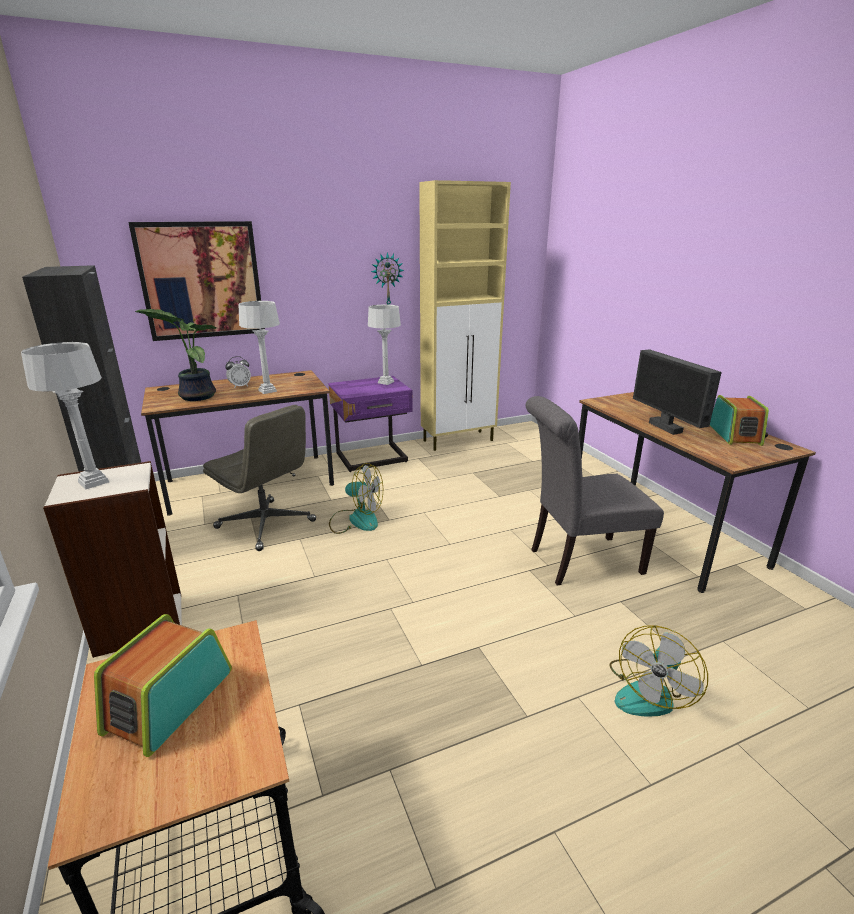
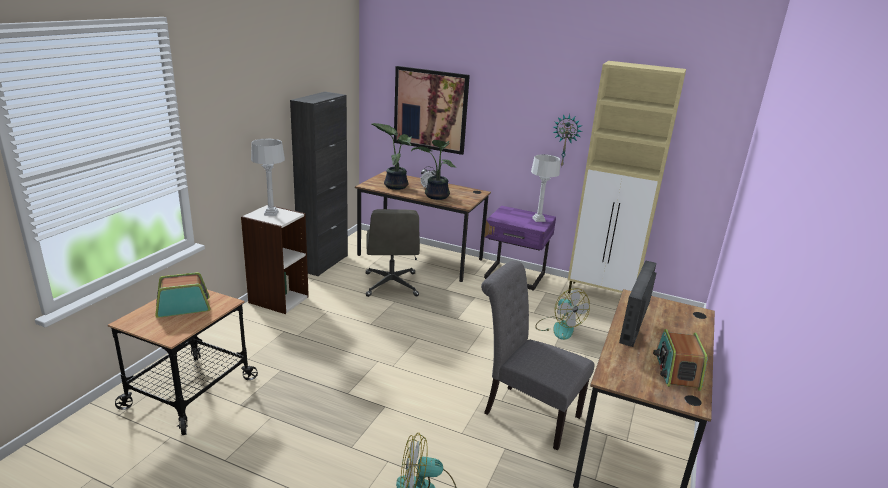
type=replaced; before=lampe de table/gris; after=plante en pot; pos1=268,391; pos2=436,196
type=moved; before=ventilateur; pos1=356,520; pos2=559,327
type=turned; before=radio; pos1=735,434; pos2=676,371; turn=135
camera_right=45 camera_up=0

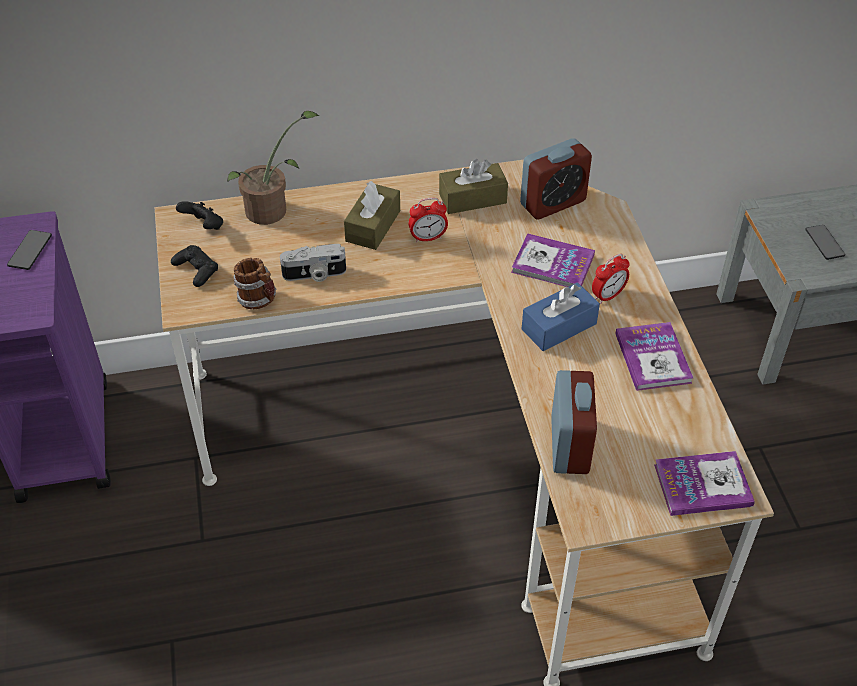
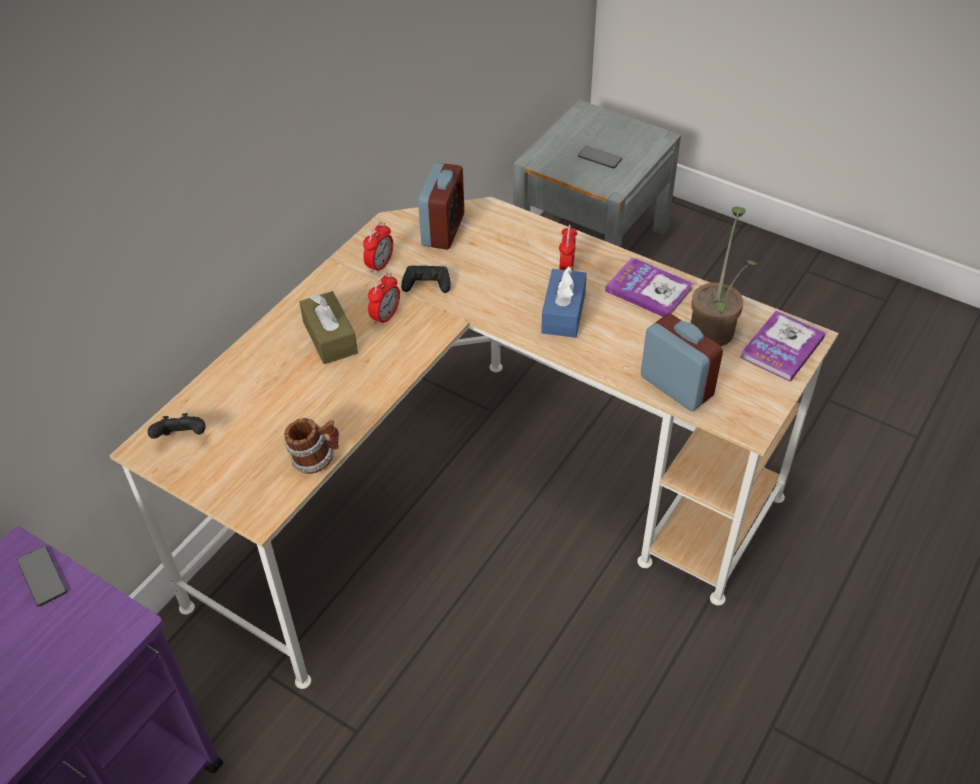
type=replaced; before=boîte à mouchoirs/marron; after=réveil; pos1=472,198; pos2=380,265
type=moved; before=manette/noir; pos1=196,270; pos2=426,284
type=moved; before=plante en pot; pos1=272,210; pos2=715,326
type=removed; before=appareil photo; pos1=314,275
type=removed; before=livre; pos1=552,264
camera_right=-45 camera_up=0

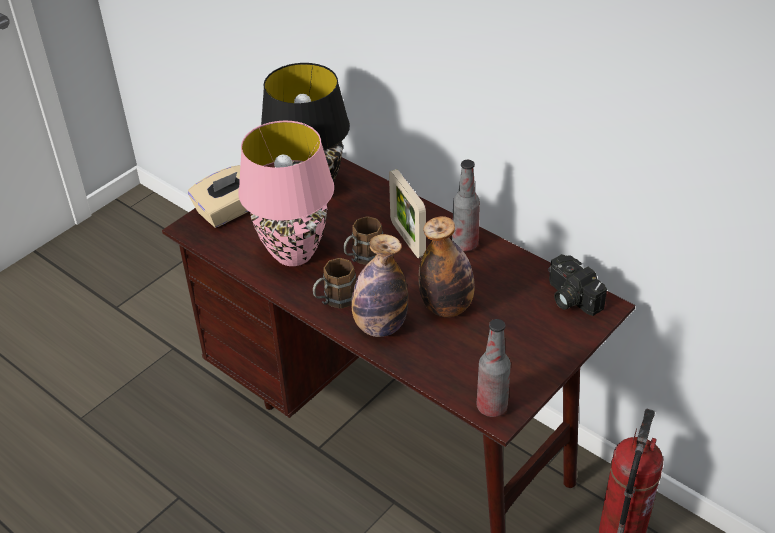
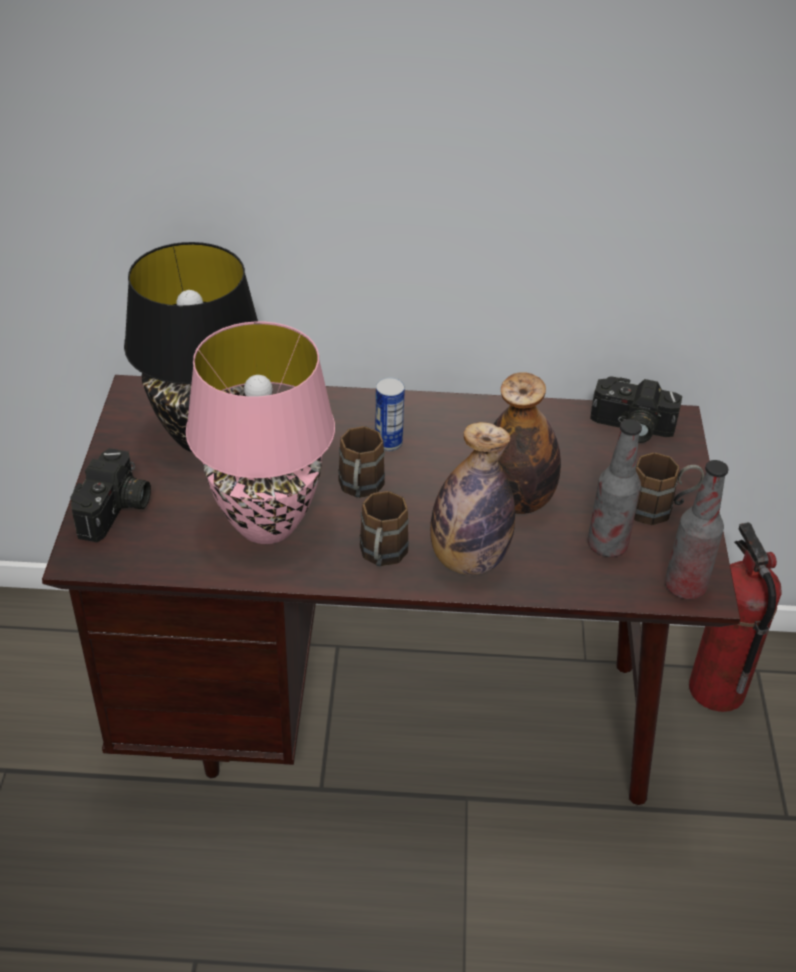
type=replaced; before=boîte à mouchoirs/beige; after=appareil photo; pos1=228,211; pos2=116,511
type=replaced; before=cadre photo; after=boîte métallique; pos1=407,239; pos2=388,443
type=moved; before=bouteille; pos1=465,244; pos2=607,545
type=added; after=mug/marron; pos2=660,508
camera_right=-40 camera_up=0

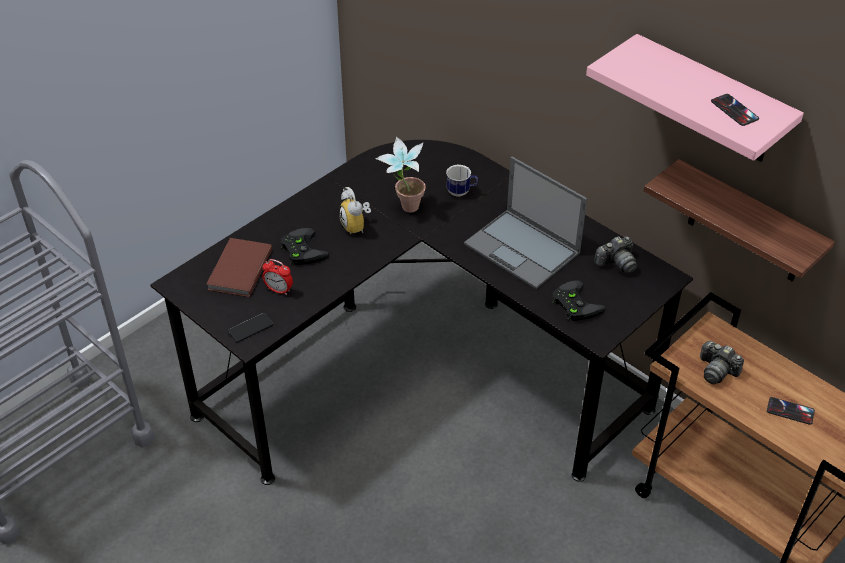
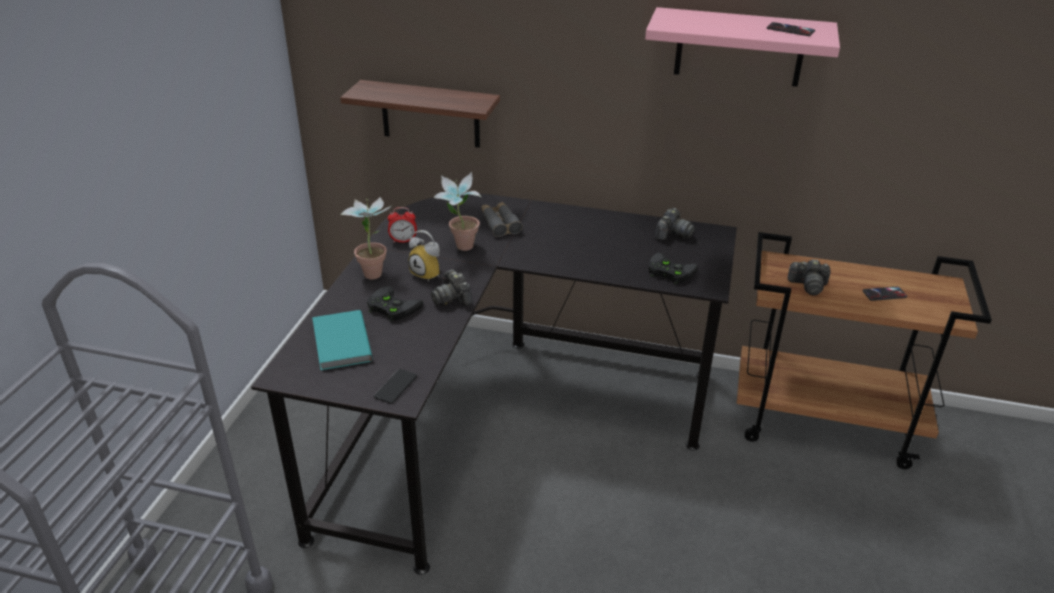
type=recoloured; before=livre/marron; after=livre/turquoise; pos1=238,270; pos2=340,343
type=moved; before=étagère; pos1=746,225; pos2=430,114
type=added; after=plante en pot; pos2=374,270
type=moved; before=réveil; pos1=279,290; pos2=403,241
type=added; after=appareil photo; pos2=452,298
type=replaced; before=mug; after=jumelles/gris; pos1=461,192; pos2=500,223
type=removed; before=ordinateur portable; pos1=523,249
camera_right=-30 camera_up=-10

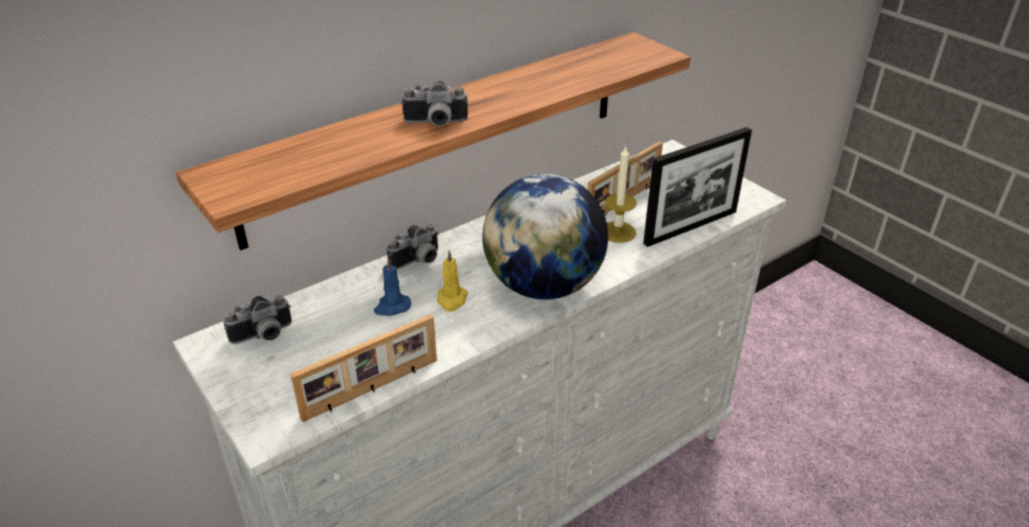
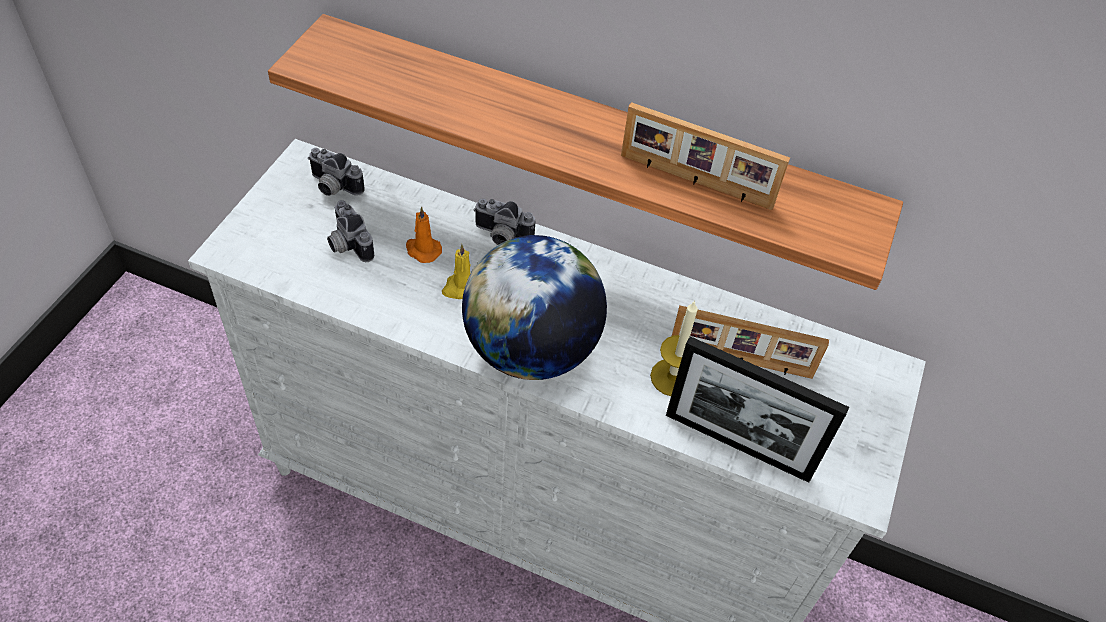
type=moved; before=appareil photo; pos1=435,123; pos2=346,244
type=recoloured; before=bougie/bleu; after=bougie/orange; pos1=392,307; pos2=422,250
type=moved; before=cadre photo; pos1=372,389; pos2=695,182
camera_right=55 camera_up=15

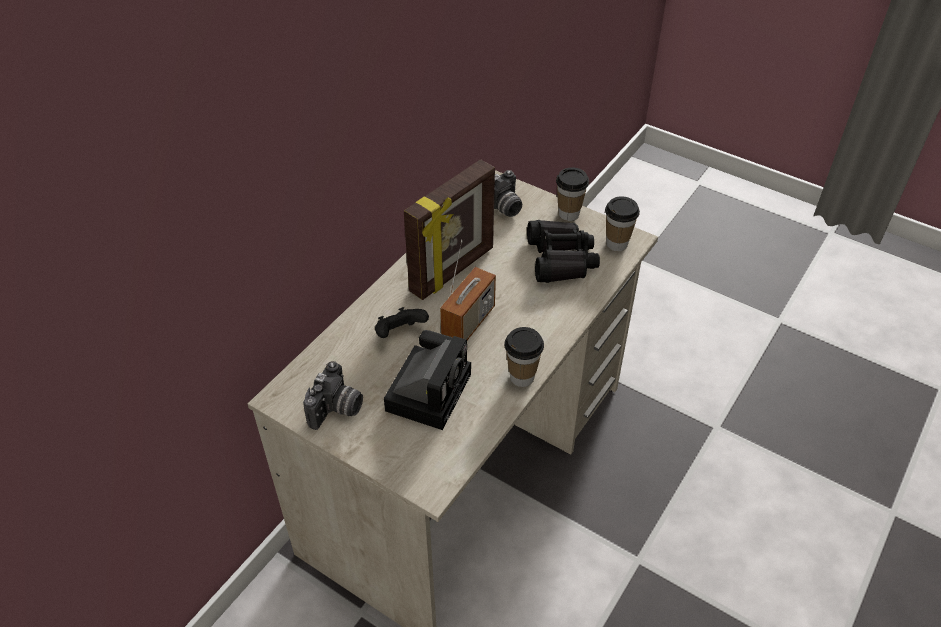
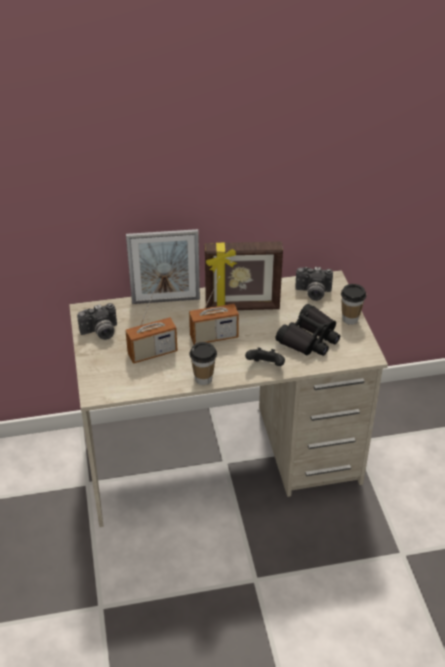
type=replaced; before=appareil photo; after=radio; pos1=429,389; pos2=152,353
type=added; after=cadre photo; pos2=166,300
type=moved; before=manette/noir; pos1=400,334; pos2=266,366
type=removed; before=tasse; pos1=617,244
camera_right=45 camera_up=-5

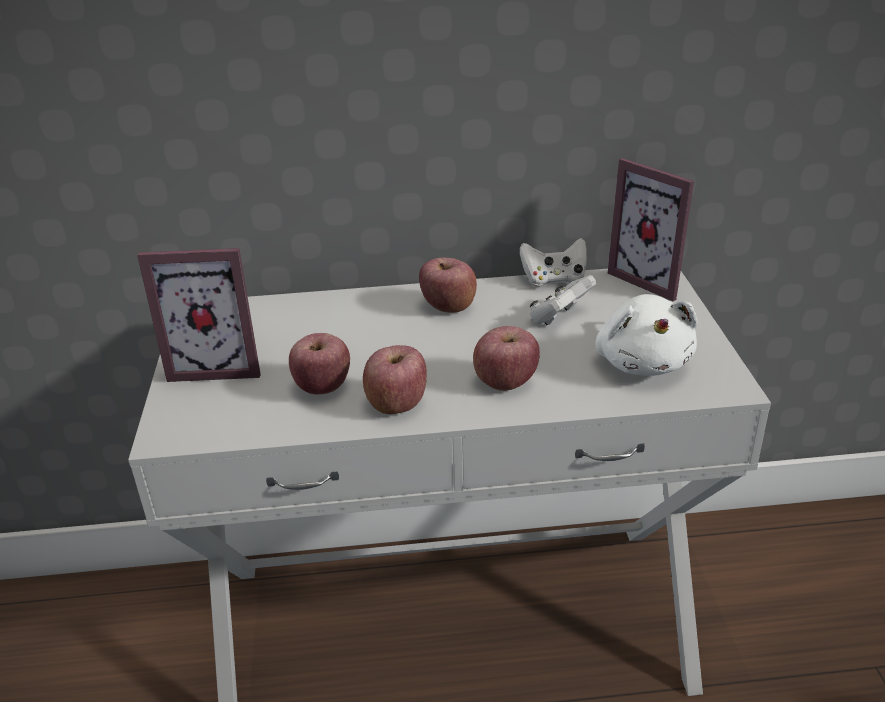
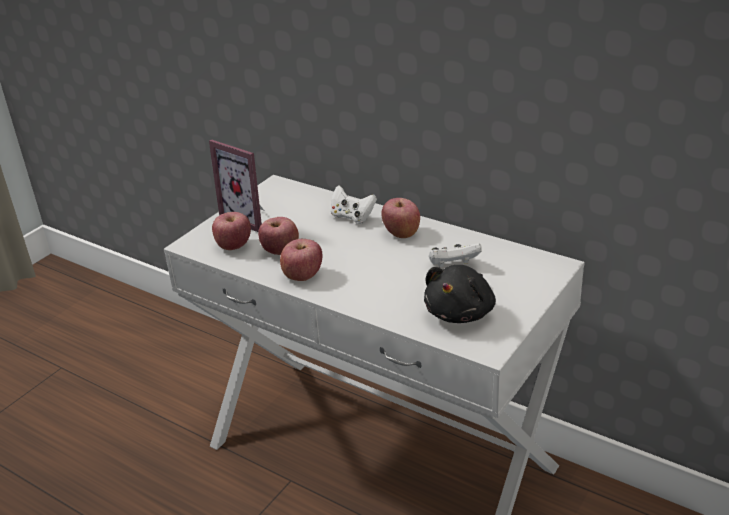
type=moved; before=pomme; pos1=505,382; pos2=234,246
type=moved; before=manette/blanc; pos1=554,279; pos2=352,217
type=recoloured; before=peluche/blanc; after=peluche/noir; pos1=642,362; pos2=461,312
type=removed; before=cadre photo; pos1=654,279
camera_right=40 camera_up=0

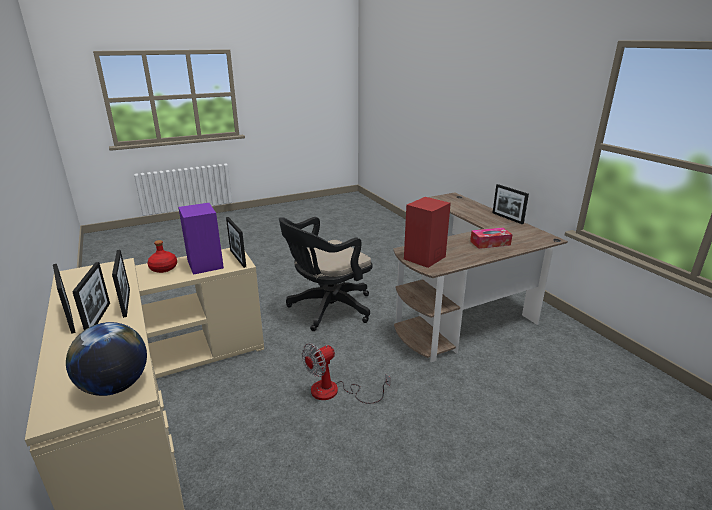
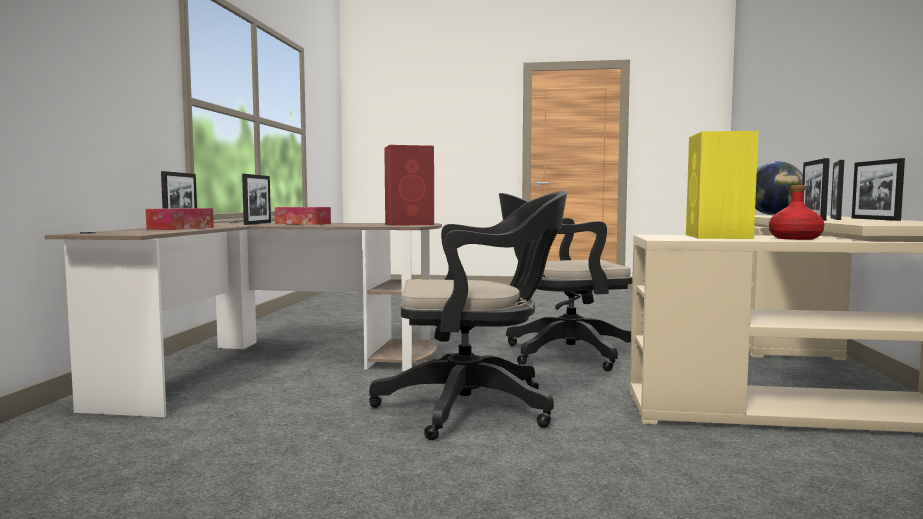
type=added; after=boîte à mouchoirs; pos2=181,228
type=moved; before=cadre photo; pos1=238,258; pos2=258,223
type=replaced; before=ventilateur; after=chaise de bureau/noir; pos1=334,392; pos2=562,354
type=recoloured; before=enceinte/violet; after=enceinte/jaune; pos1=205,264; pos2=718,237
camera_right=-145 camera_up=-20

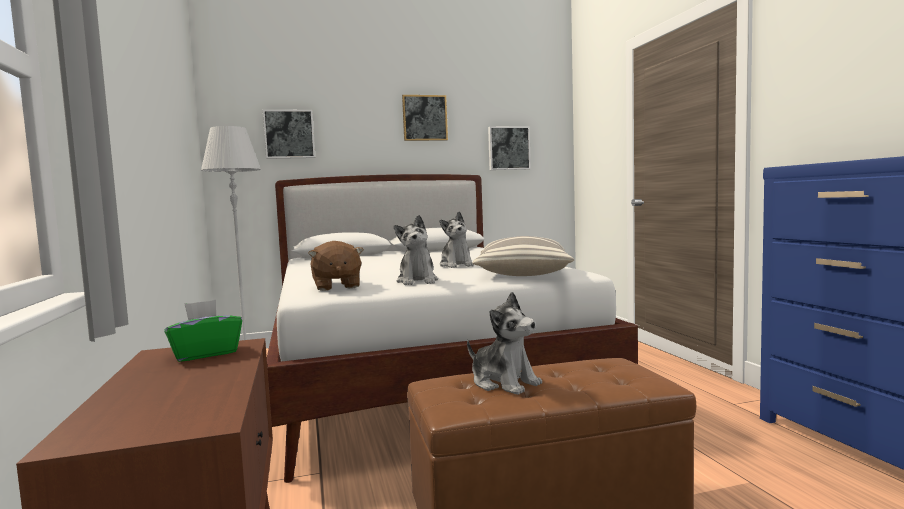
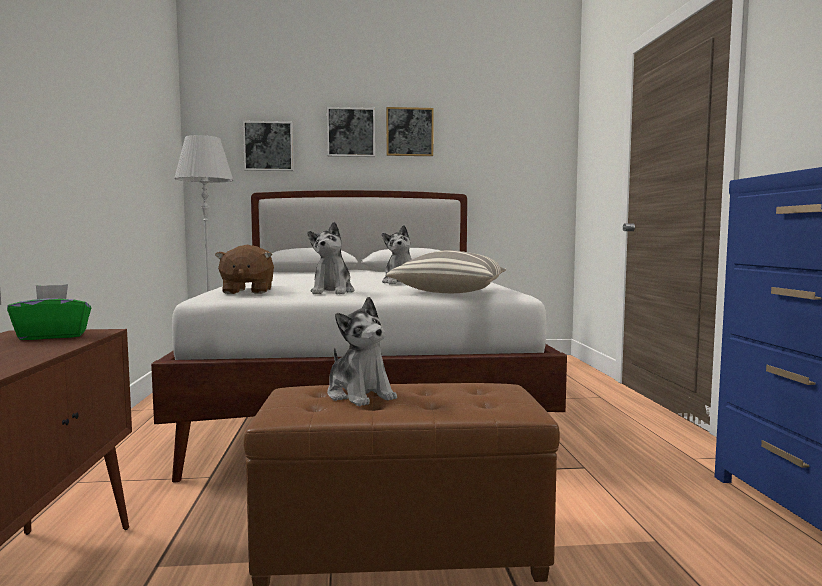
type=moved; before=tableau; pos1=508,148; pos2=351,132
camera_right=10 camera_up=0

